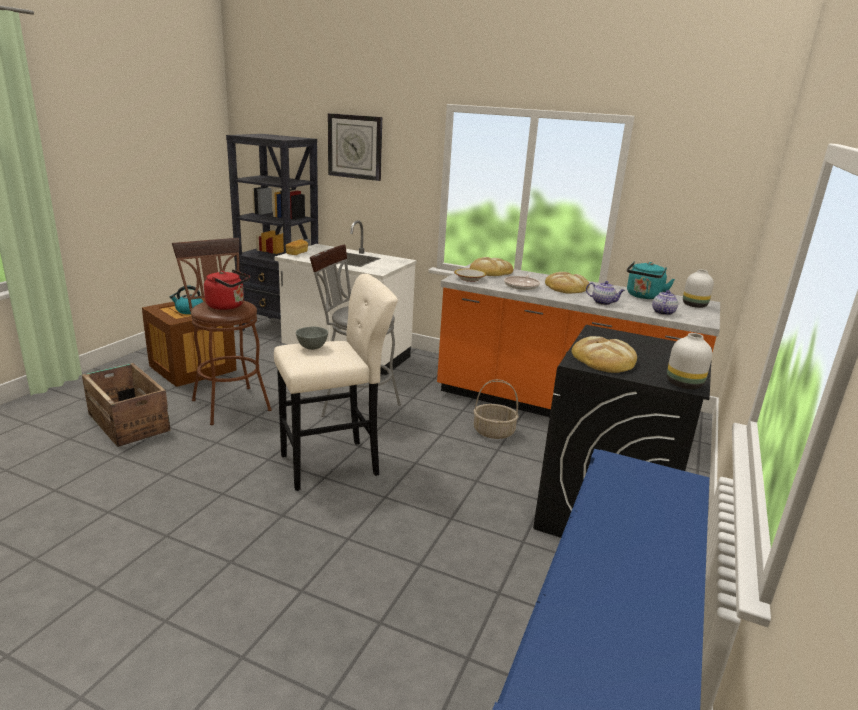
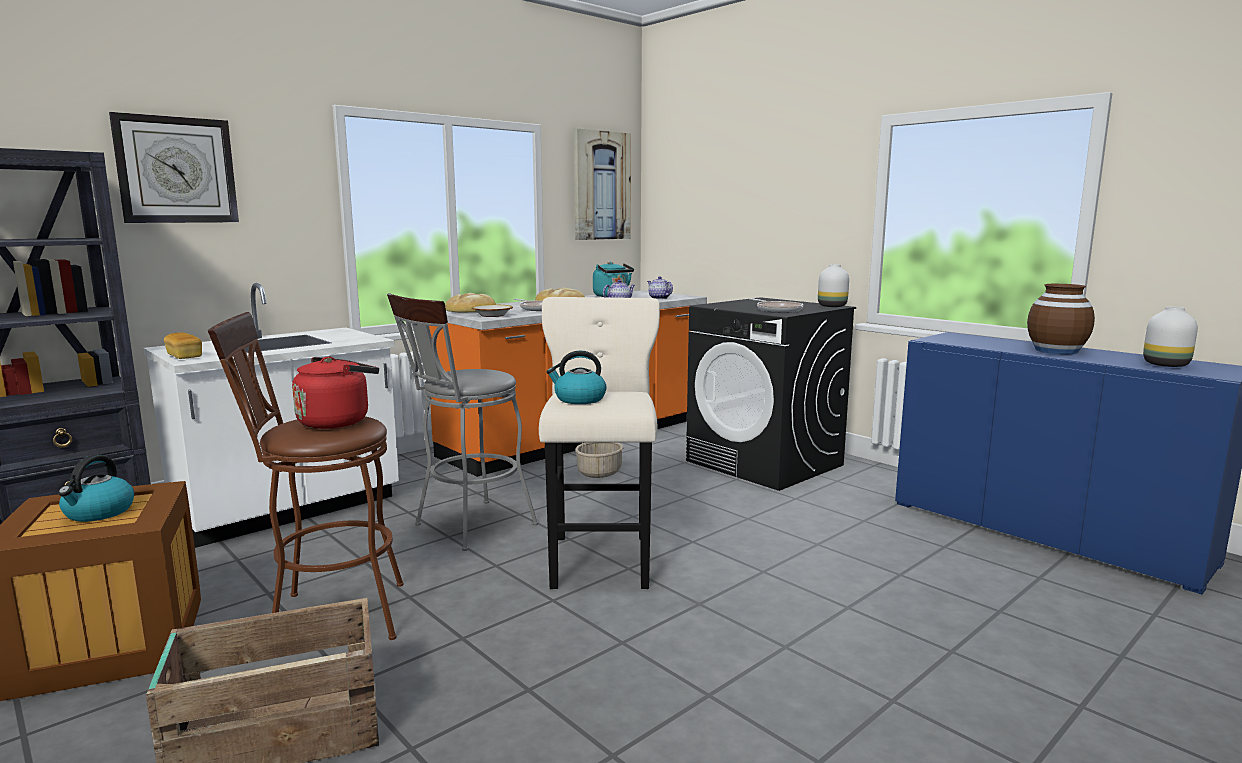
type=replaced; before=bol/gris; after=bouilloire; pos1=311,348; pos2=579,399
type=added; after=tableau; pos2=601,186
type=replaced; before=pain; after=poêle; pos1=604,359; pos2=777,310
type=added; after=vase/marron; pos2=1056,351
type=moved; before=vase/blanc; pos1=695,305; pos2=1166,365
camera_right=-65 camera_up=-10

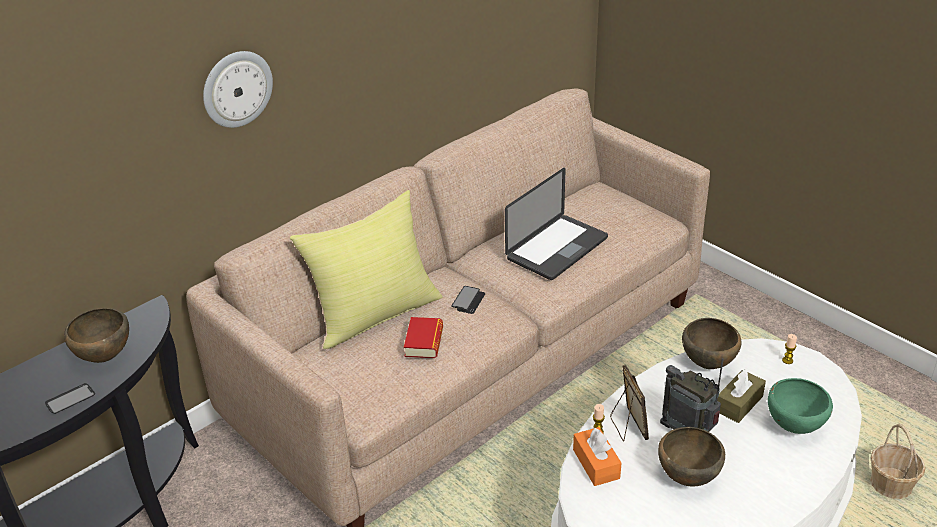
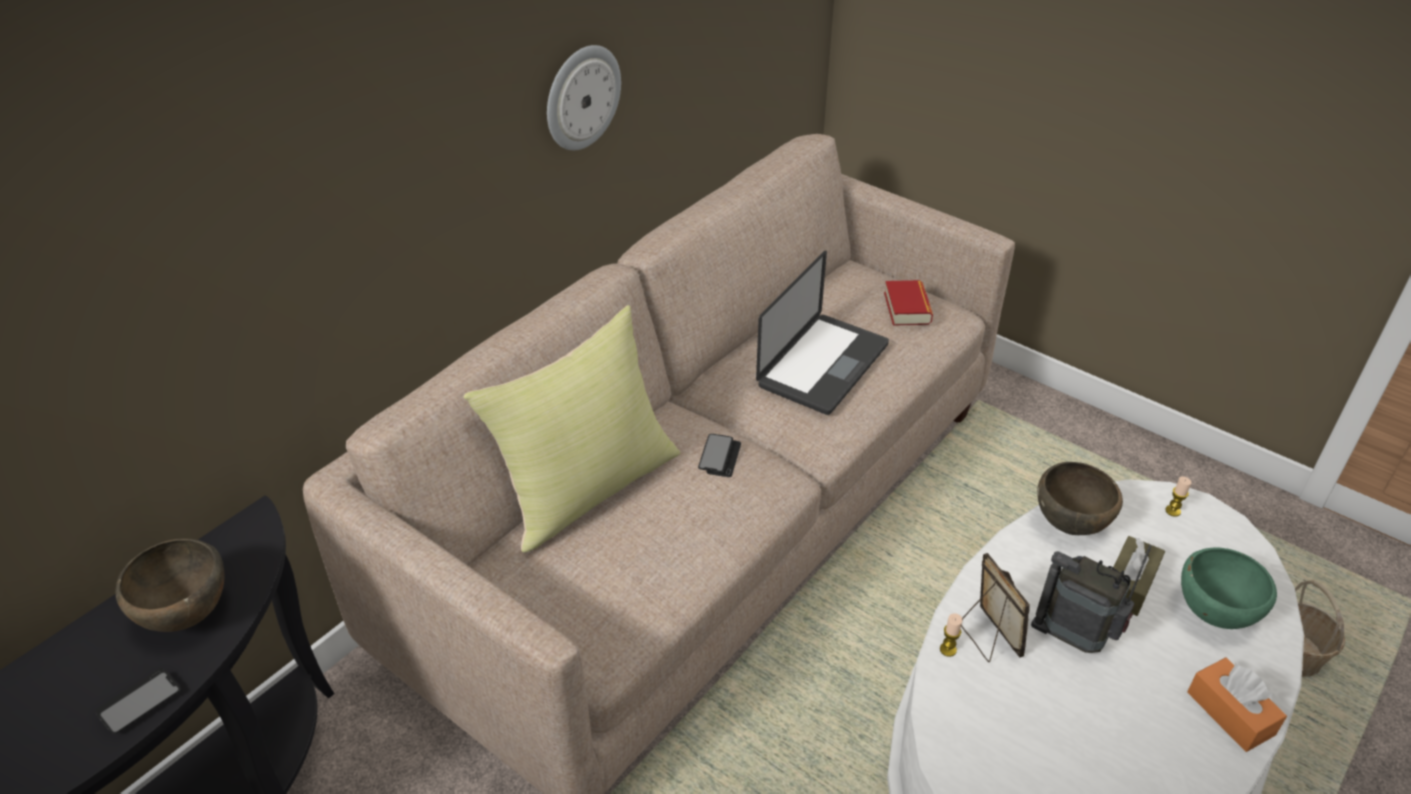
type=moved; before=horloge murale; pos1=237,88; pos2=581,97
type=moved; before=livre; pos1=424,342; pos2=907,308
type=moved; before=boîte à mouchoirs/orange; pos1=596,464; pos2=1230,713
type=removed; before=bol/marron; pos1=687,478
camera_right=-10 camera_up=5

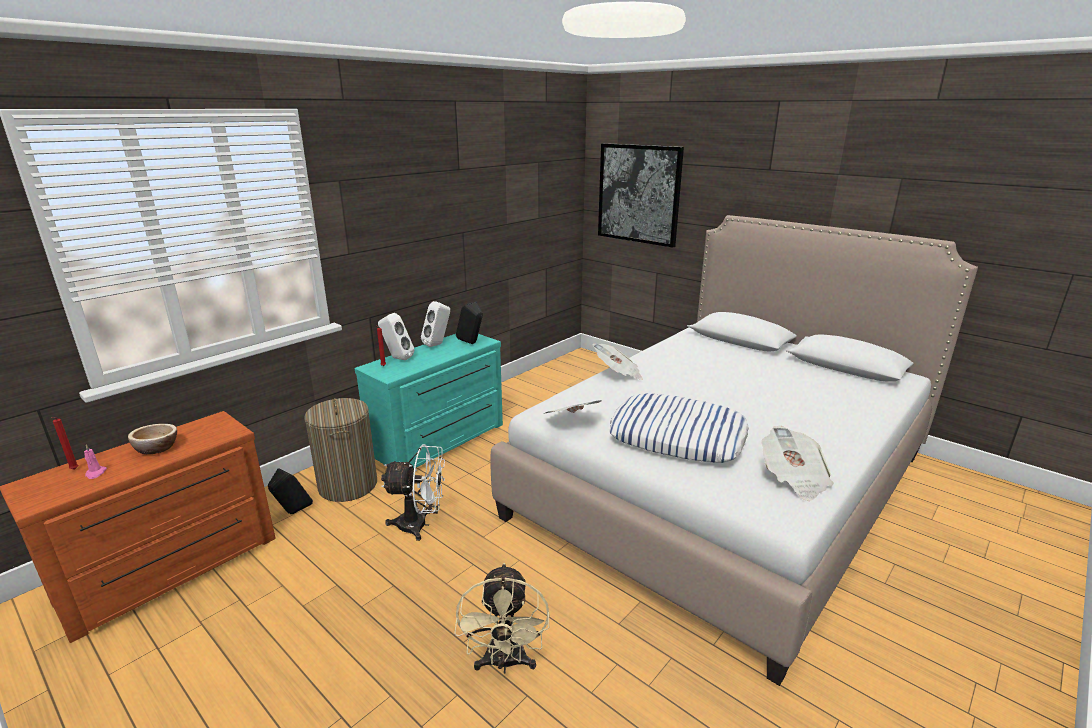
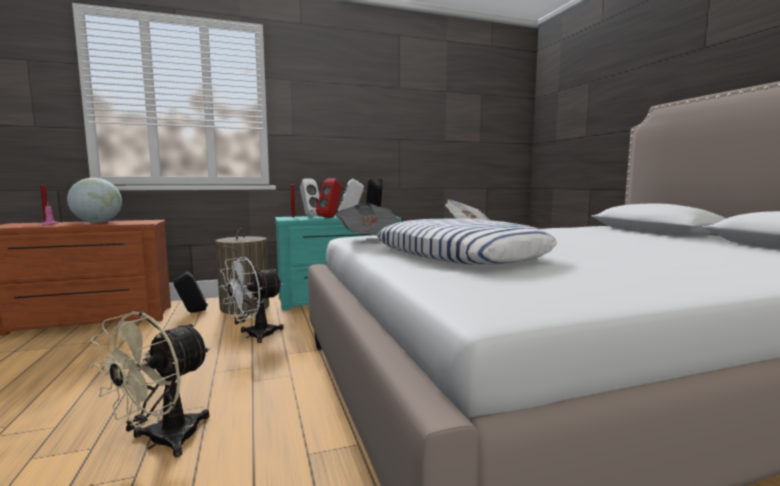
type=replaced; before=bol; after=globe; pos1=157,448; pos2=97,222
type=turned; before=ventilateur/blanc; pos1=420,525; pos2=254,336; turn=105
type=added; after=enceinte/rouge; pos2=330,217
type=removed; before=tableau; pos1=639,194
type=removed; before=journal; pos1=793,479
camera_right=30 camera_up=-15

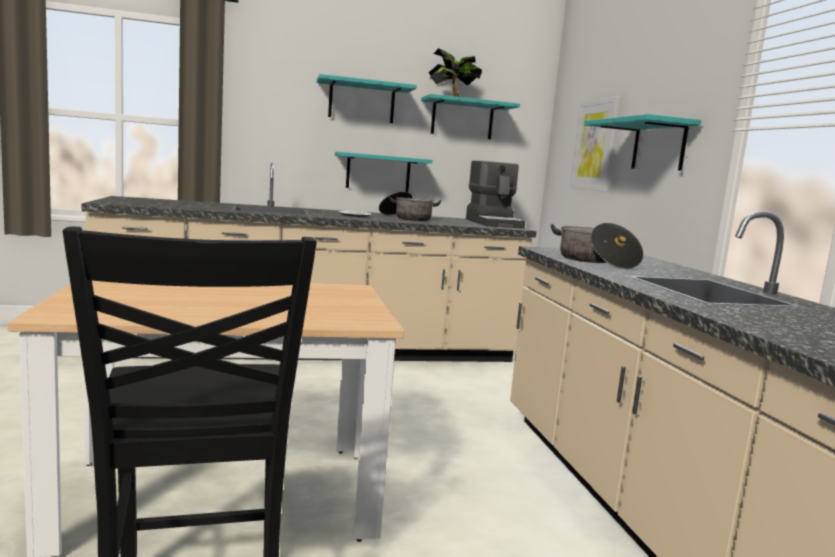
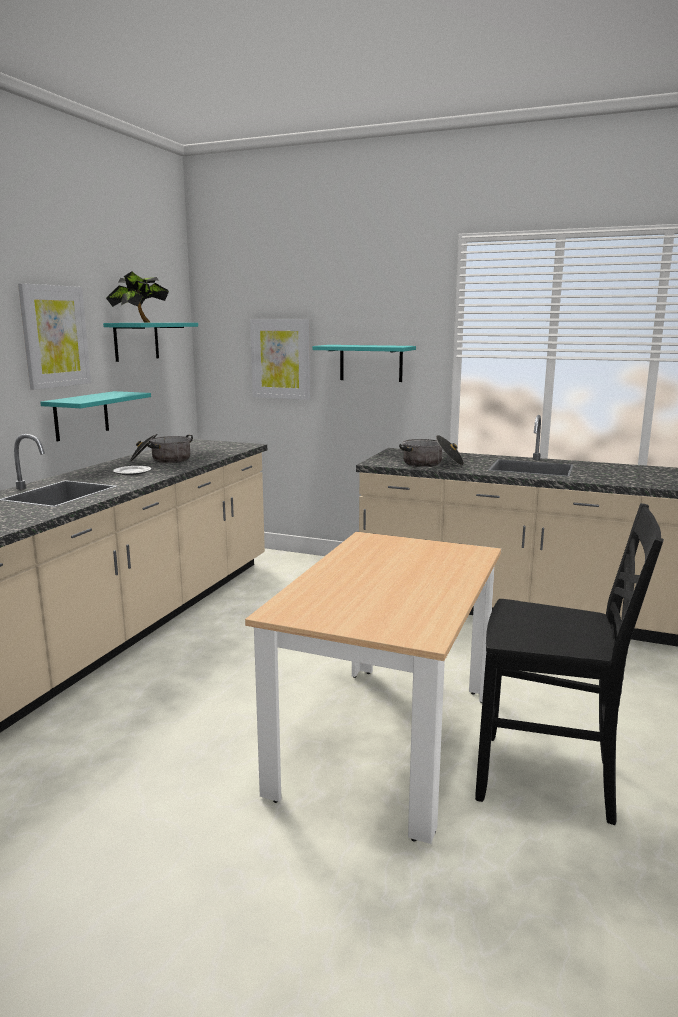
type=replaced; before=étagère/turquoise; after=tableau; pos1=361,102; pos2=55,336
type=removed; before=machine à café; pos1=494,223
camera_right=-55 camera_up=5

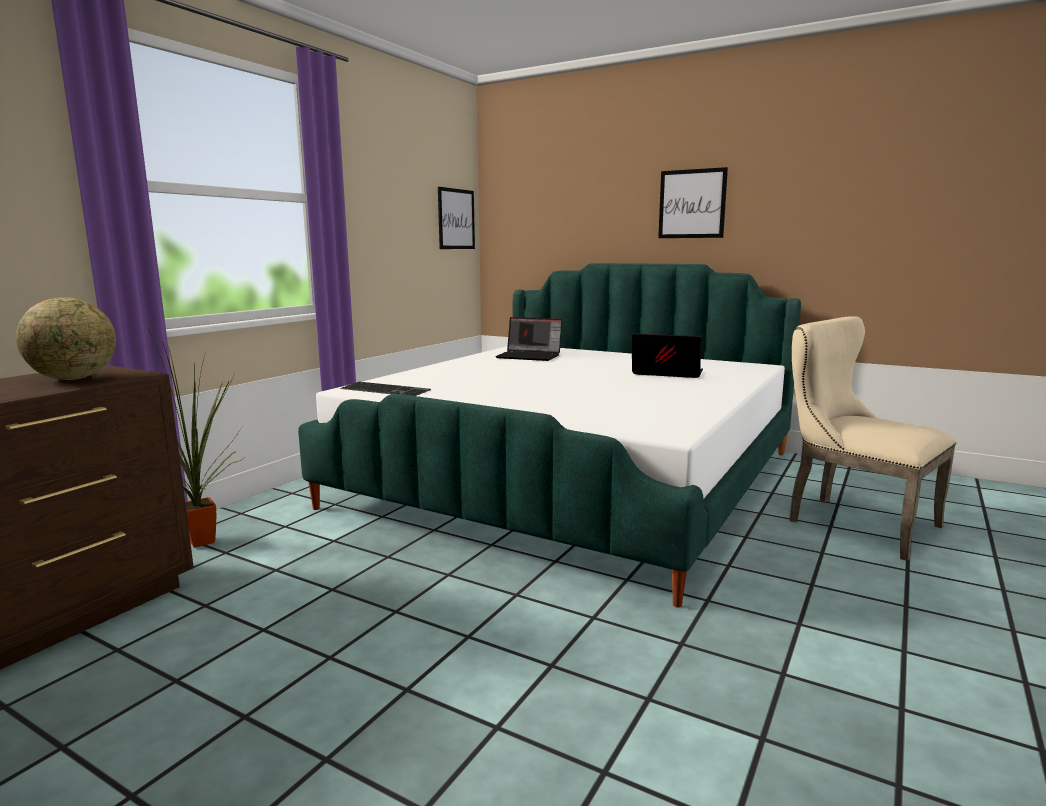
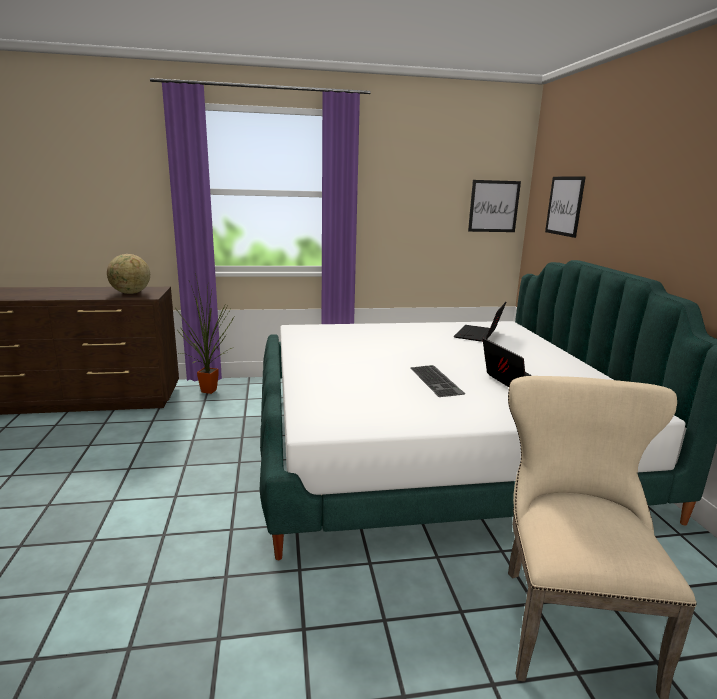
type=moved; before=clavier; pos1=386,389; pos2=437,381
type=turned; before=ordinateur portable; pos1=530,356; pos2=479,335; turn=45
type=moved; before=tableau; pos1=692,204; pos2=564,206
camera_right=50 camera_up=5

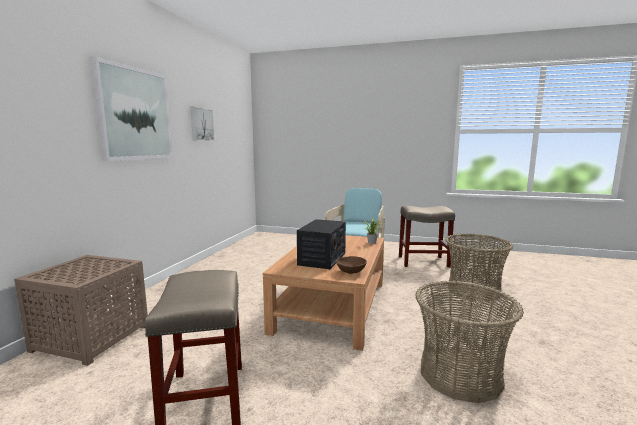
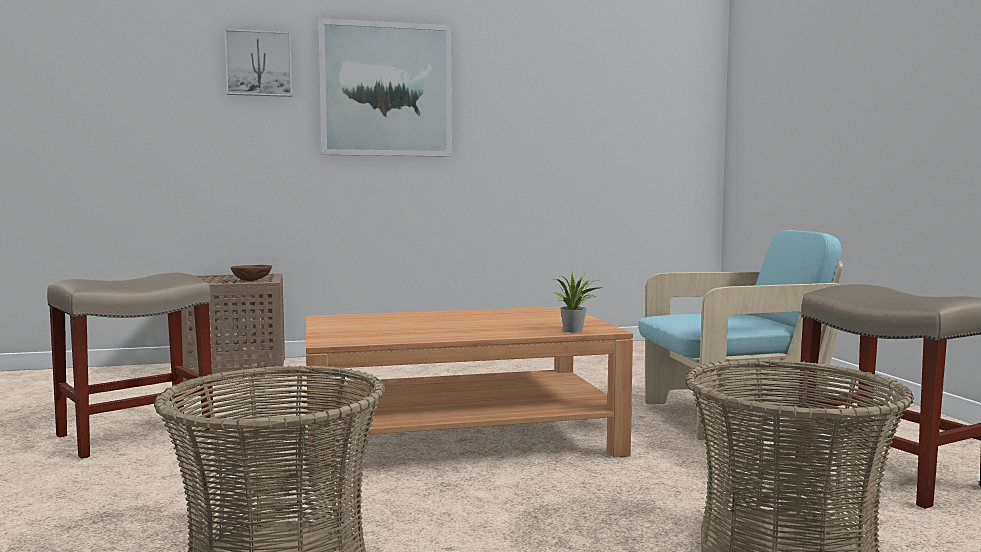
type=moved; before=tableau; pos1=201,124; pos2=259,64
type=moved; before=bol/marron; pos1=351,271; pos2=252,280
type=removed; before=radio; pos1=322,259
camera_right=60 camera_up=-5

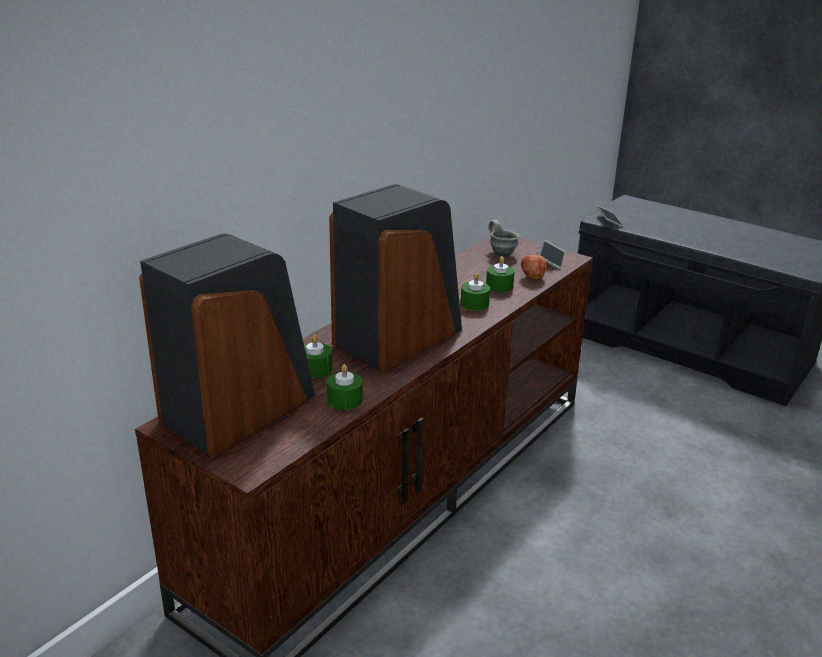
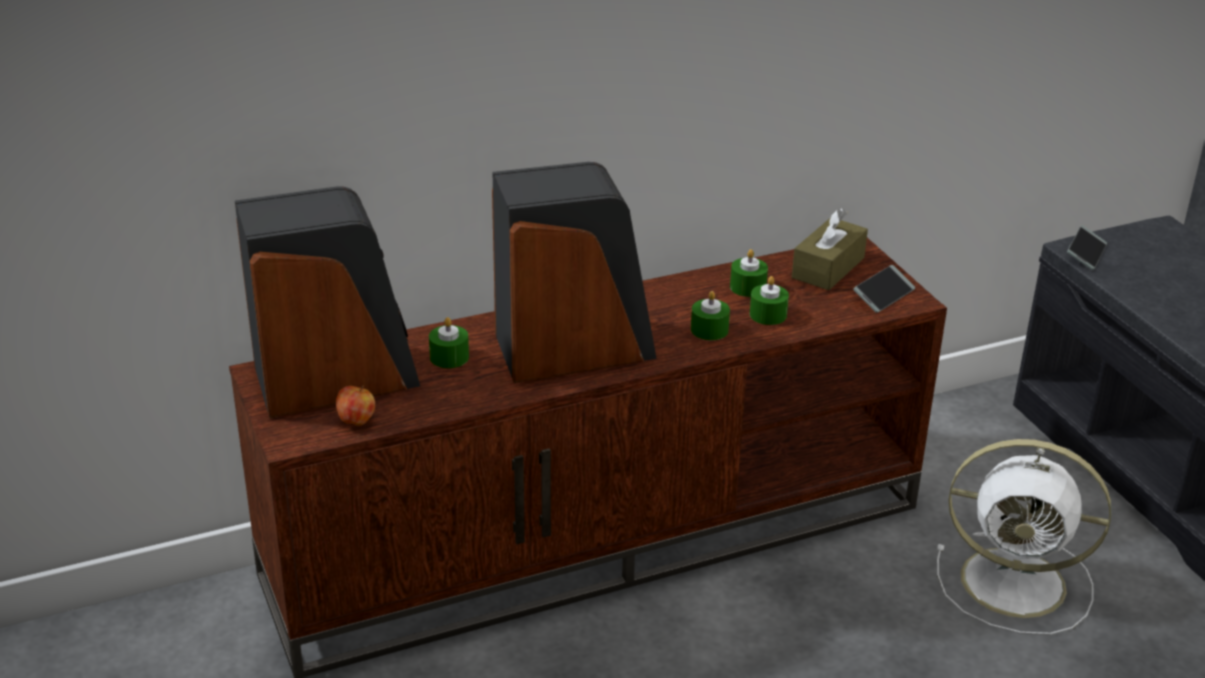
type=moved; before=pomme; pos1=532,277; pos2=356,421
type=moved; before=bougie/vert; pos1=345,400; pos2=748,287
type=replaced; before=mug/gris; after=boîte à mouchoirs/marron; pos1=502,253; pos2=828,268
type=added; after=ventilateur/blanc; pos2=1018,583
camera_right=30 camera_up=5

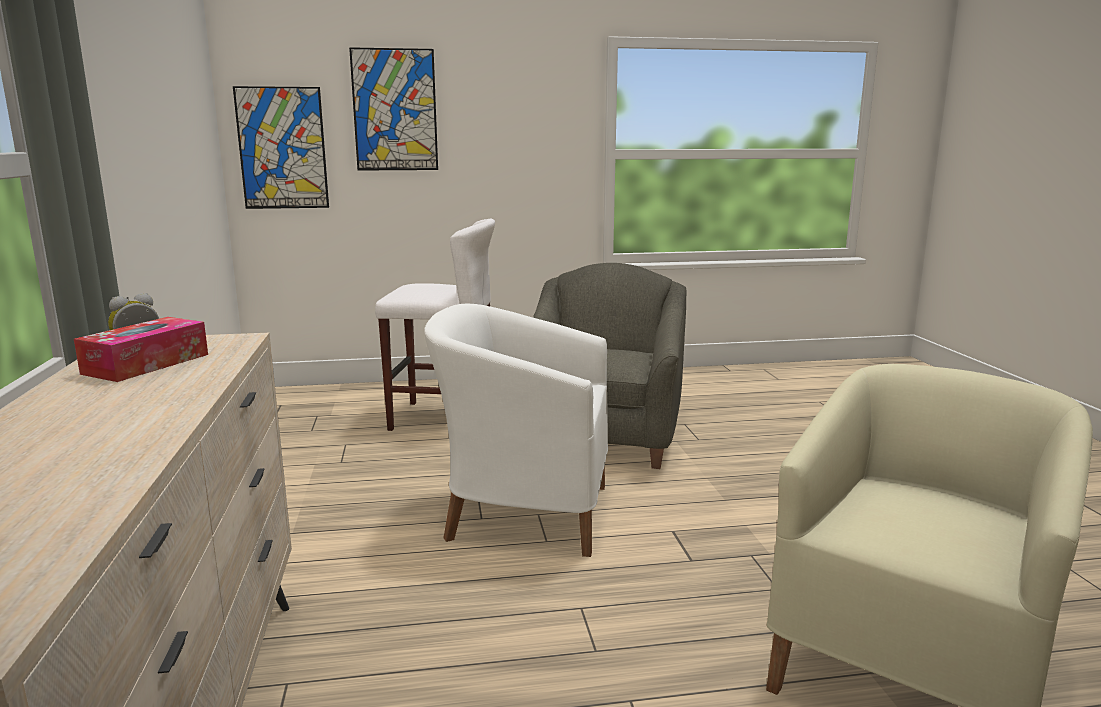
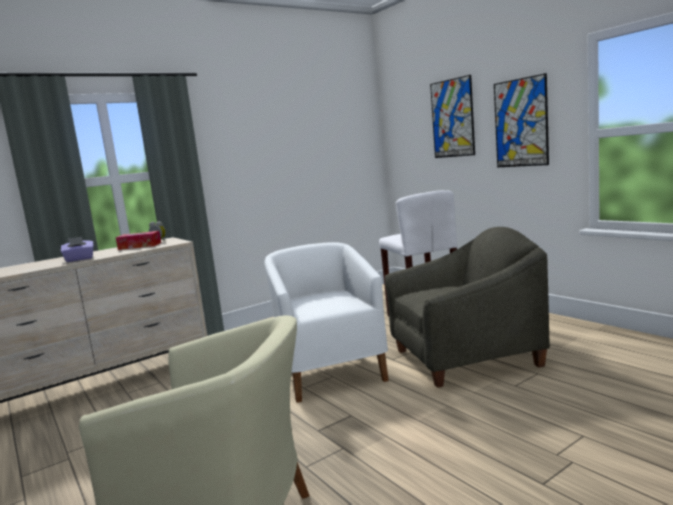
type=added; after=boîte à mouchoirs/violet; pos2=79,259
type=moved; before=tableau; pos1=282,148; pos2=521,123
camera_right=65 camera_up=-5

